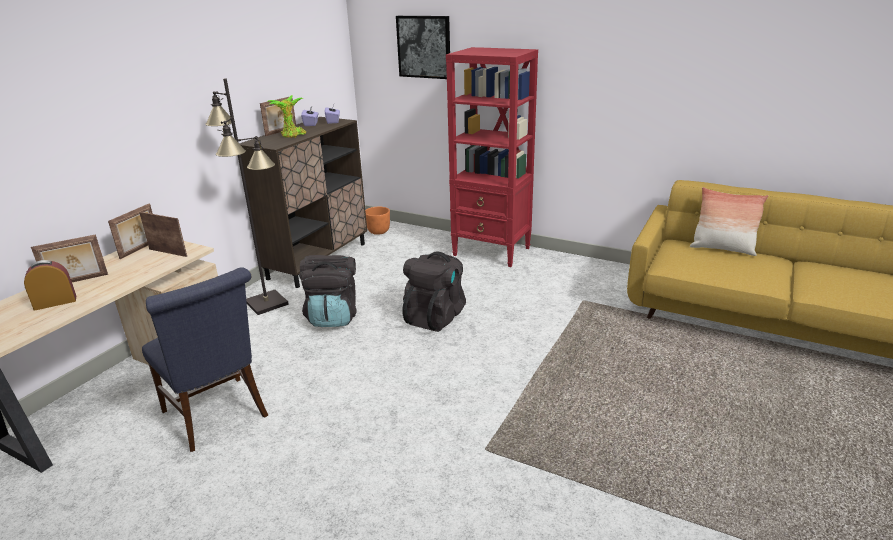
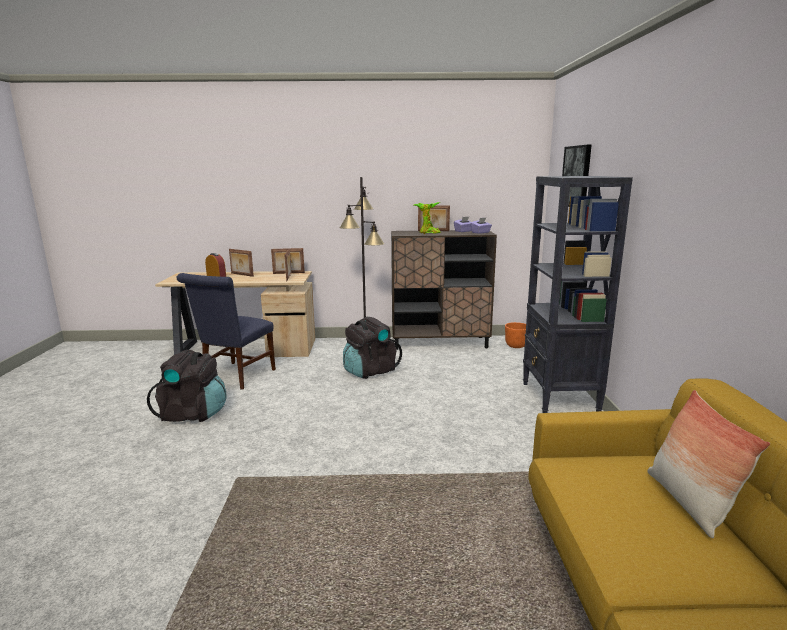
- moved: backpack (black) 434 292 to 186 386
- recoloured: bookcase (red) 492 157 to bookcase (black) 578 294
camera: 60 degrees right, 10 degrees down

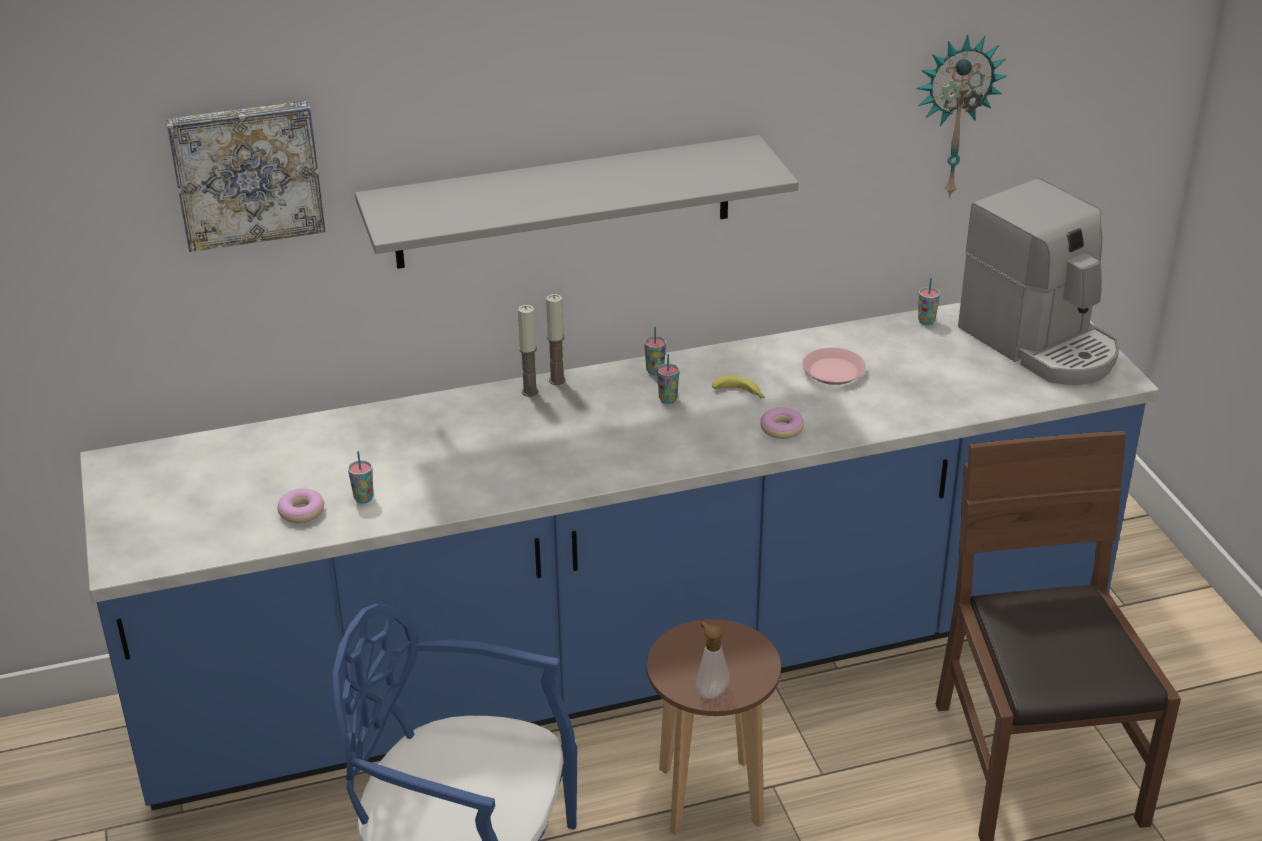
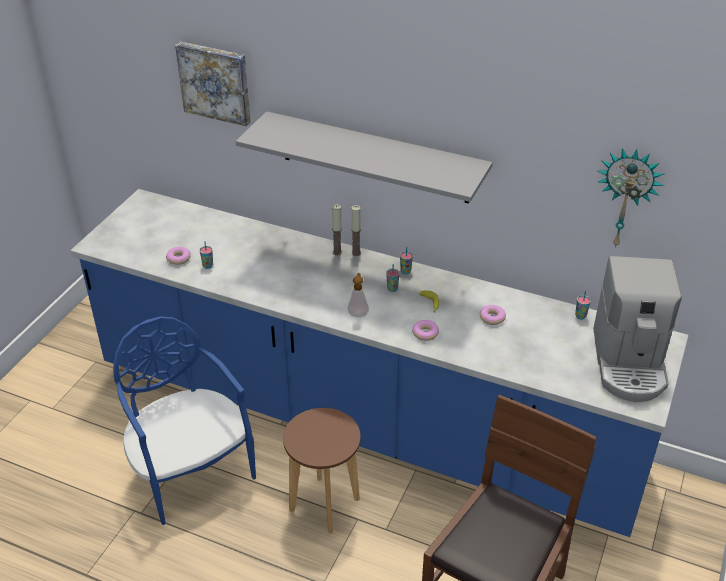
- moved: soap dispenser 712 660 to 358 295
- replaced: plate (pink) 834 366 to donut 493 315
camera: 40 degrees right, 5 degrees up

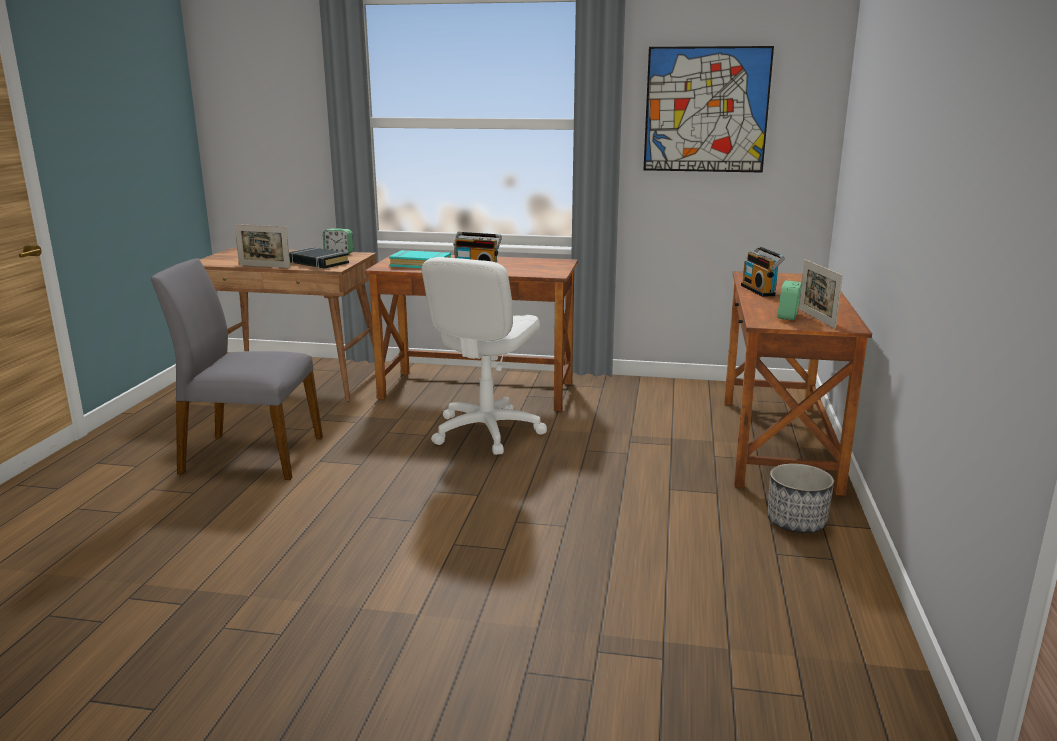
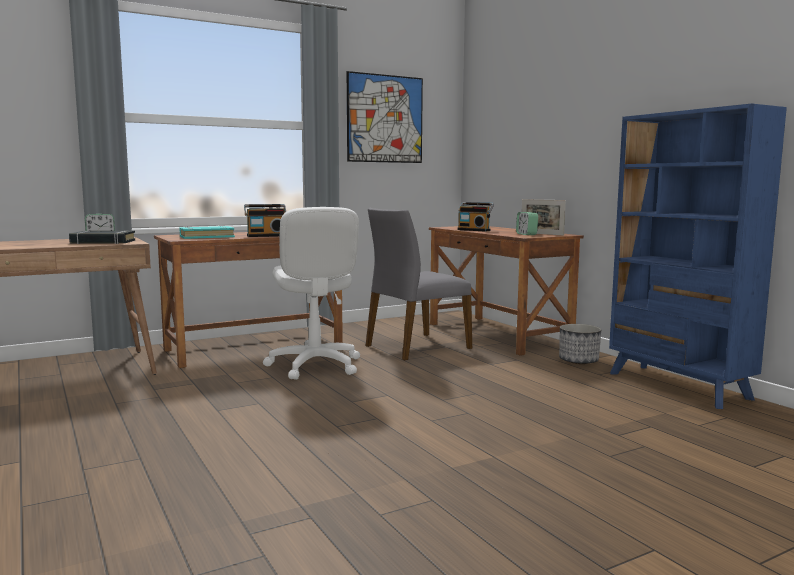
- moved: chair (grey) 237 369 to 419 284
- added: bookcase (blue) 698 256
- removed: picture frame 263 246
camera: 40 degrees left, 10 degrees down

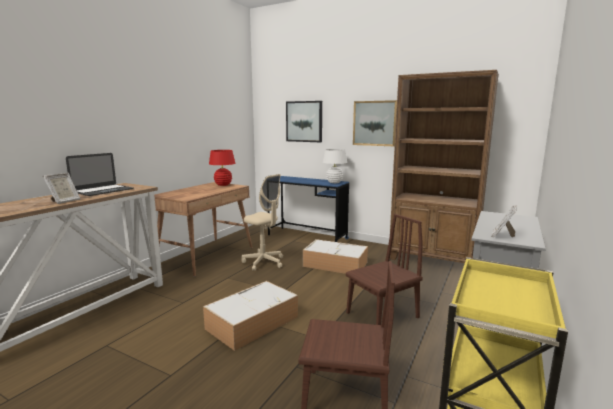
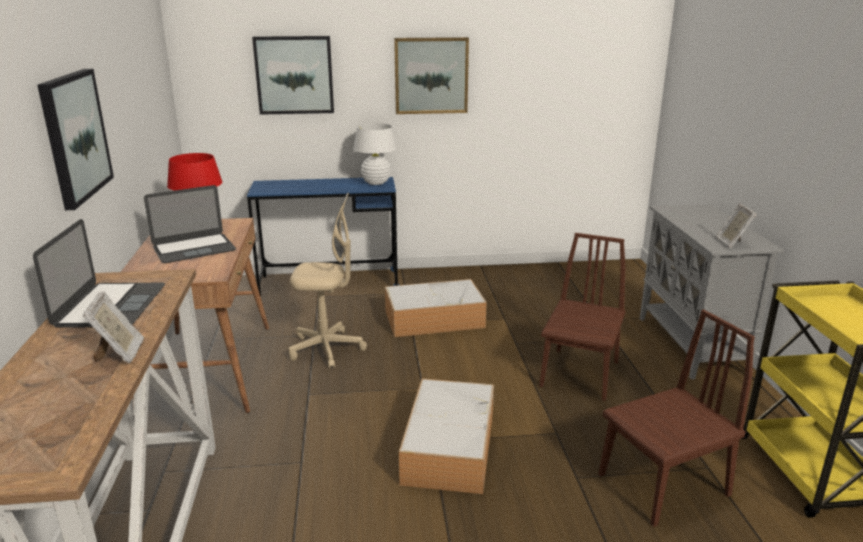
- added: picture 75 139
- added: laptop 190 224
- removed: bookcase (brown) 444 166
camera: 35 degrees left, 10 degrees up

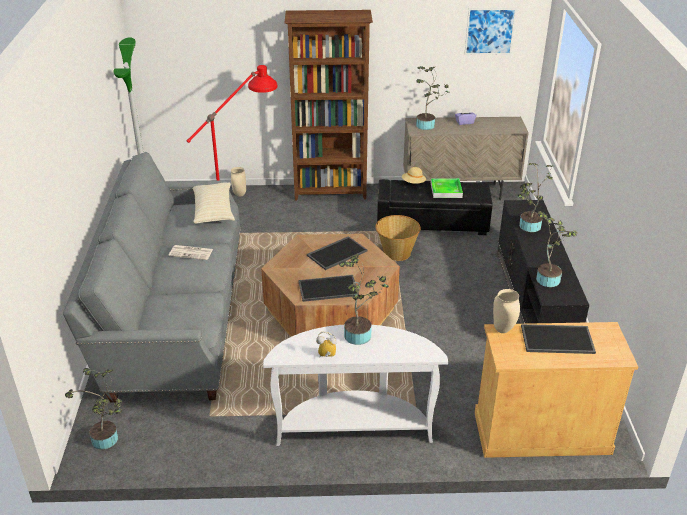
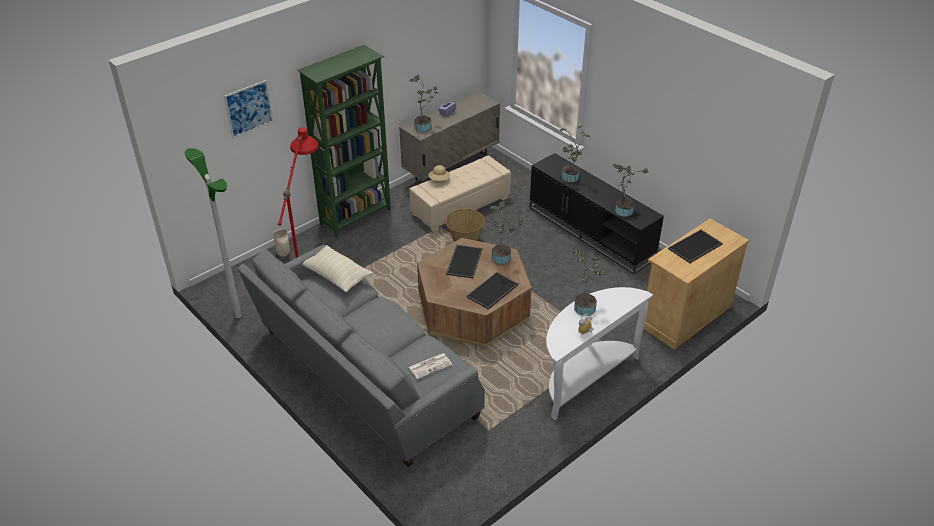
- moved: picture 490 31 to 249 109
- recoloured: bookcase (brown) 329 105 to bookcase (green) 344 141
- recoloured: ottoman (black) 435 207 to ottoman (beige) 460 193
- moved: newspaper 191 252 to 430 366
- moved: potted plant 93 408 to 507 232
- removed: tray 447 188
- removed: vase (beige) 506 311
camera: 40 degrees left, 5 degrees up

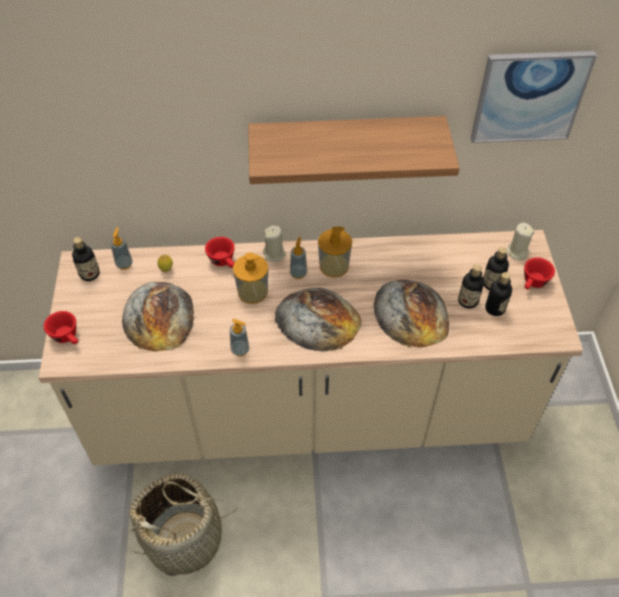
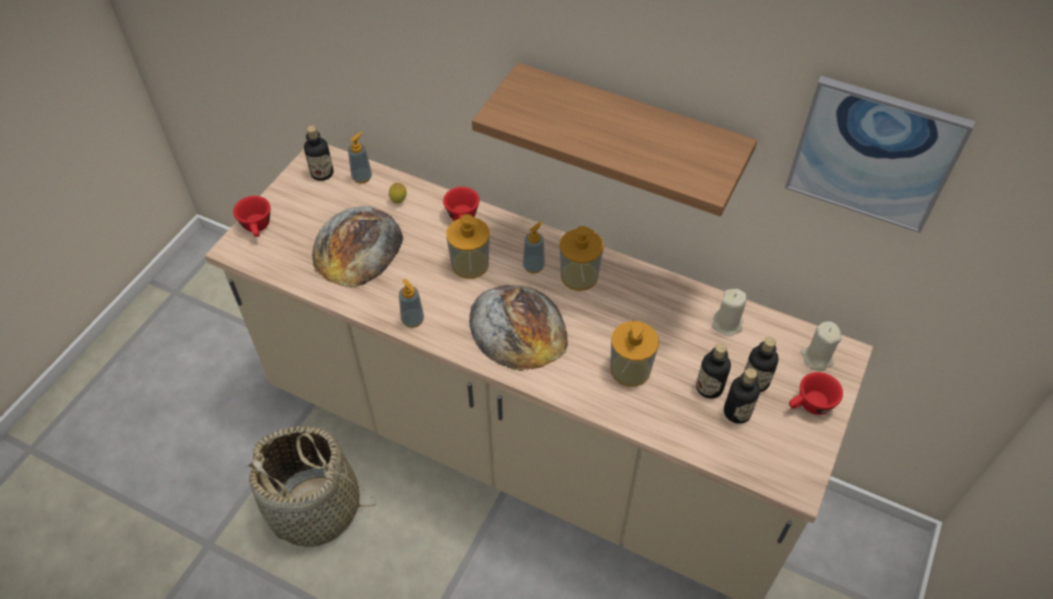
- replaced: bread 411 313 to soap dispenser 634 354
- moved: candle (beige) 274 244 to 729 312
camera: 30 degrees right, 0 degrees up

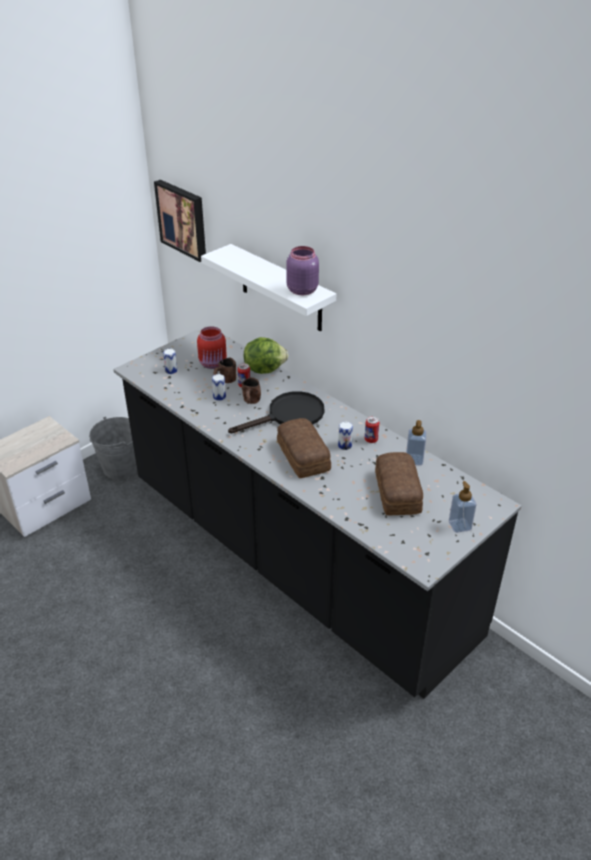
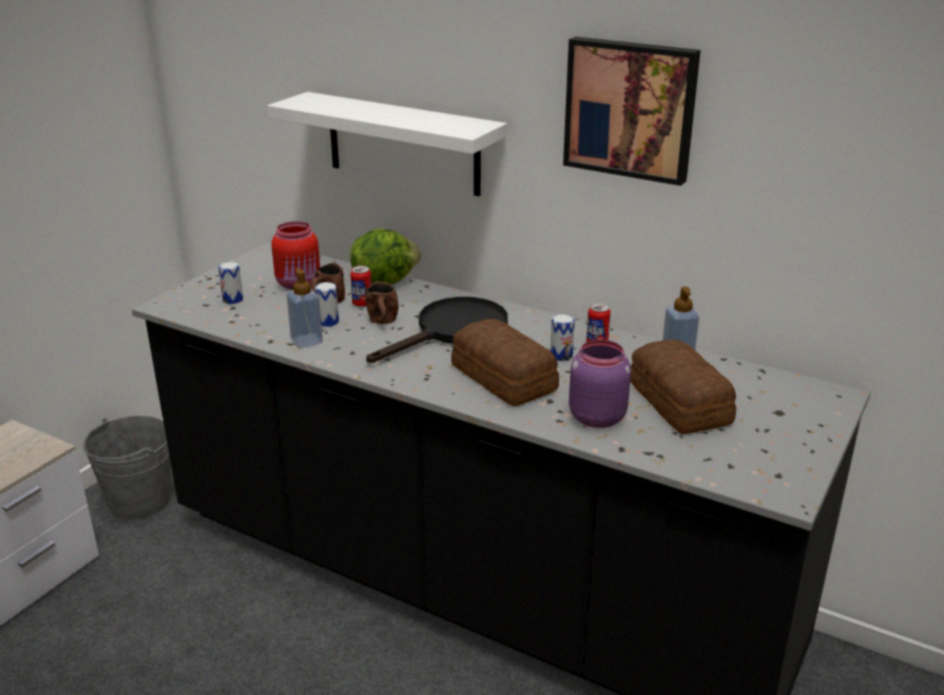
- moved: soap dispenser 462 507 to 305 308
- moved: picture 180 221 to 632 111
- moved: jar (purple) 302 270 to 600 383
camera: 15 degrees left, 10 degrees down

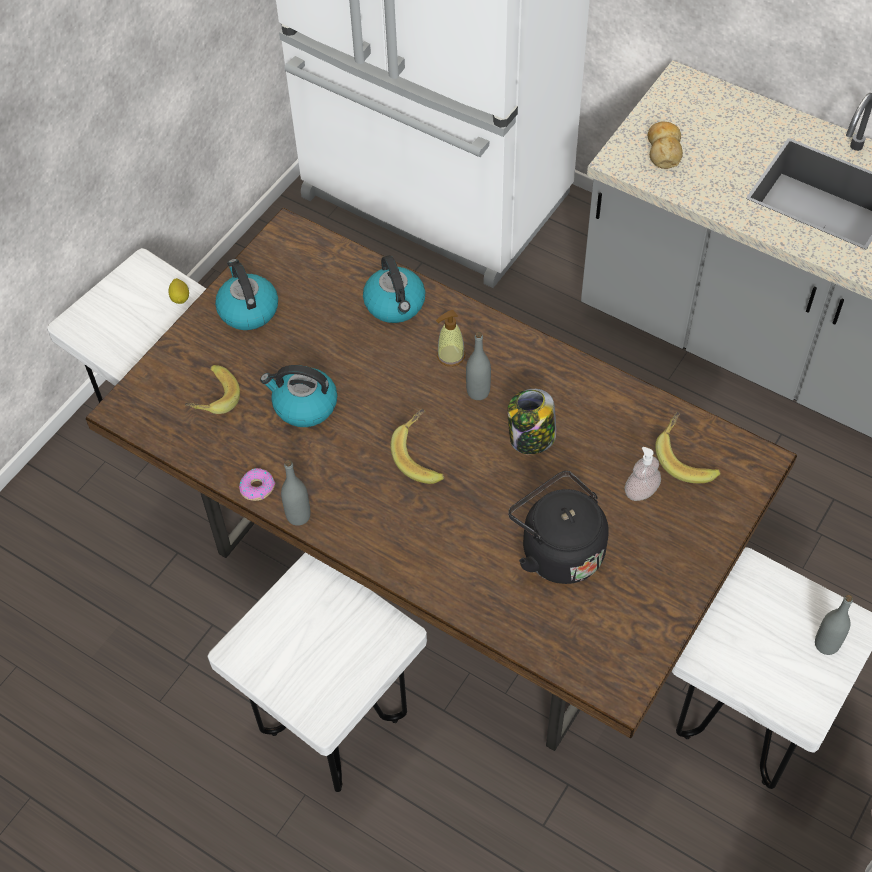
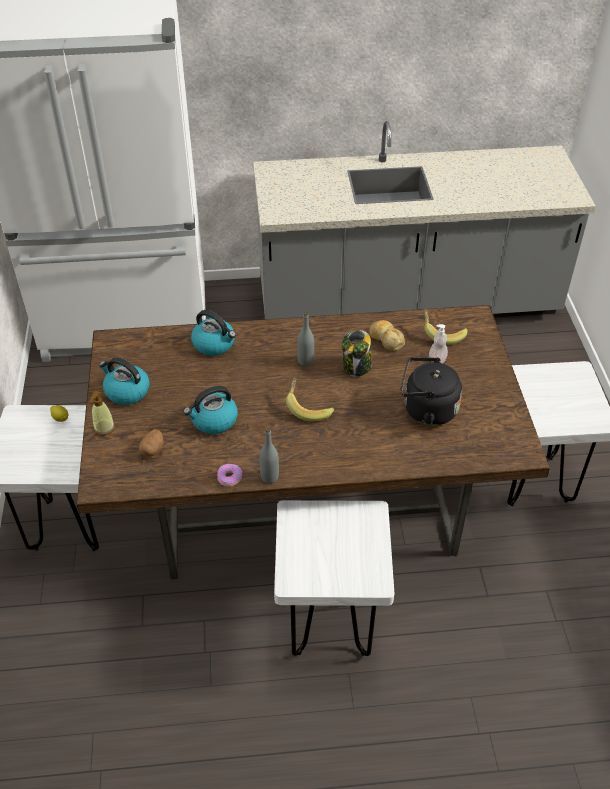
- moved: soap dispenser 450 338 to 102 413
- replaced: banana 212 389 to potato 151 442
- moved: bread 665 145 to 387 335
- removed: bottle (grey) 834 625
camera: 40 degrees left, 10 degrees down

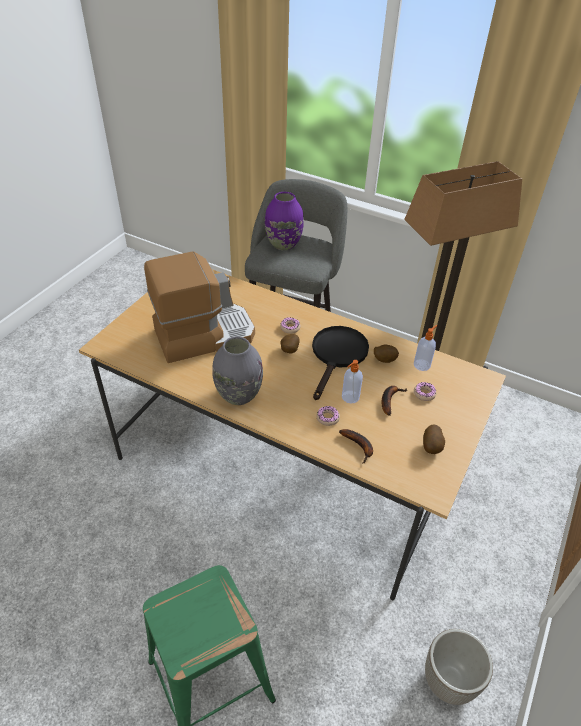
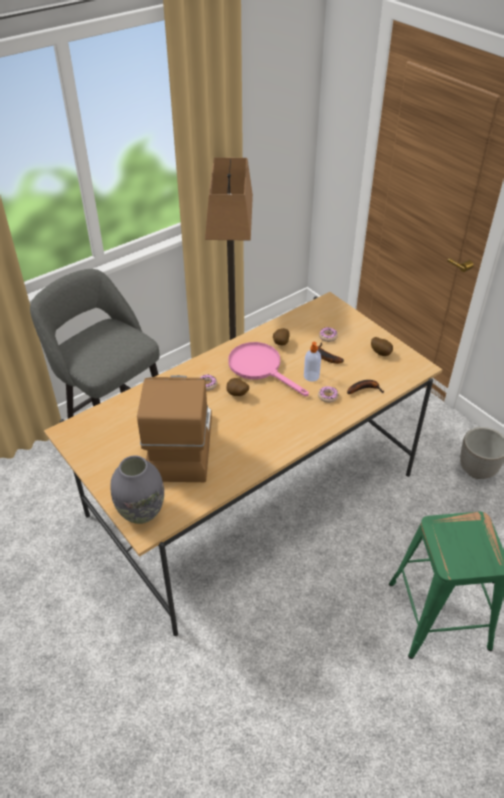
- moved: vase (grey) 237 370 to 137 489
- recoloured: frying pan (black) 340 363 to frying pan (pink) 268 369
- removed: vase (purple) 284 221
- removed: soap dispenser 425 348
camera: 65 degrees left, 0 degrees up

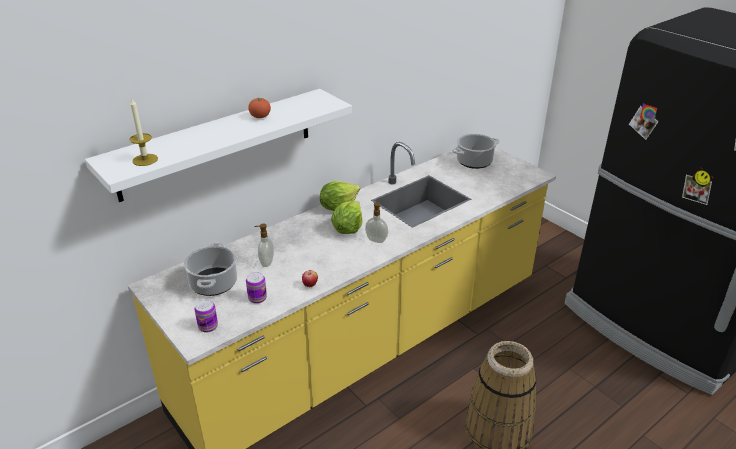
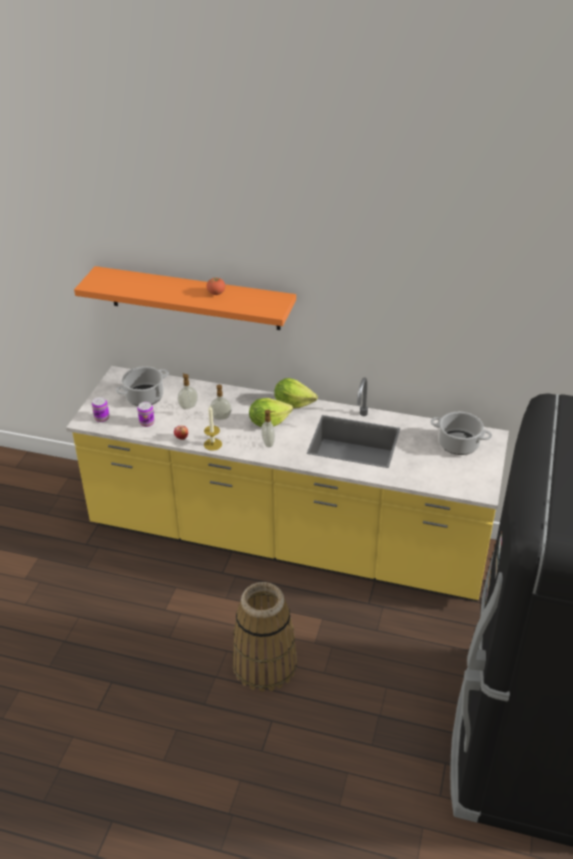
- recoloured: shelf (white) 218 145 to shelf (orange) 185 298
- moved: candle 144 132 to 213 428
- added: soap dispenser 221 402
camera: 55 degrees right, 5 degrees up

